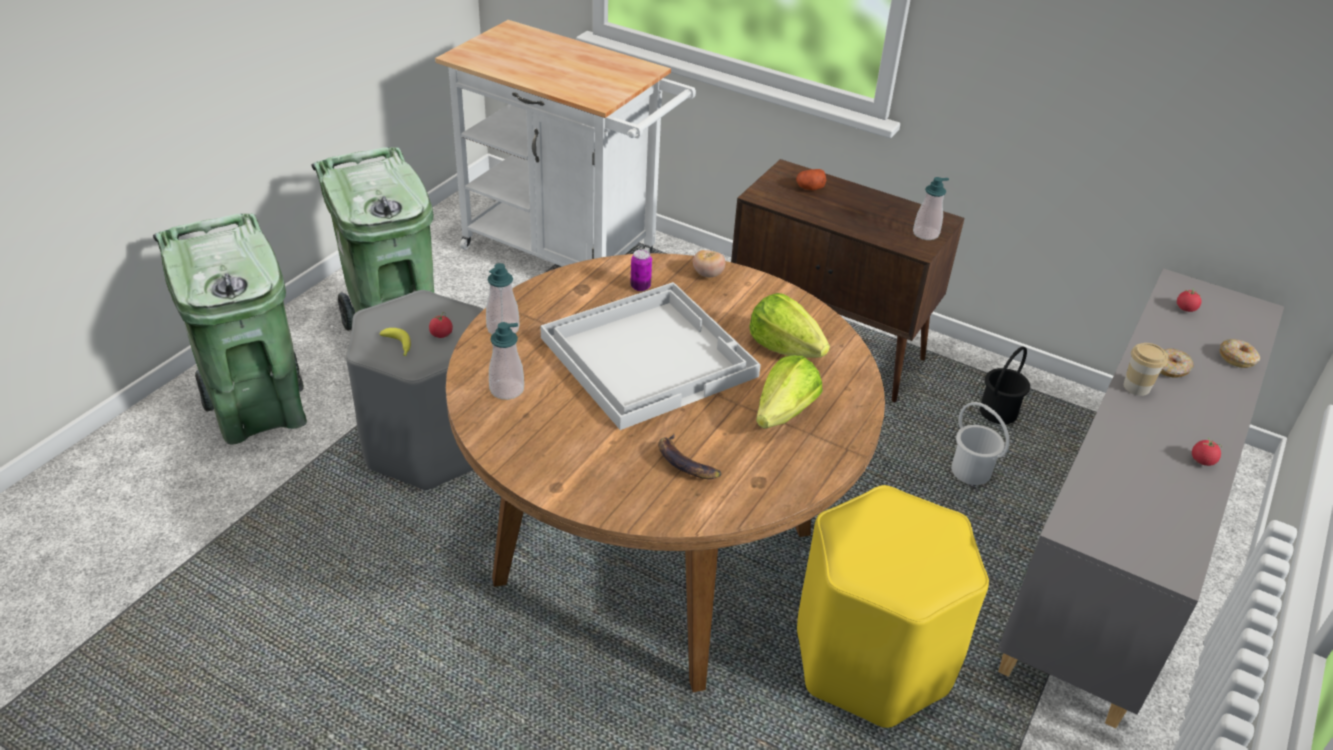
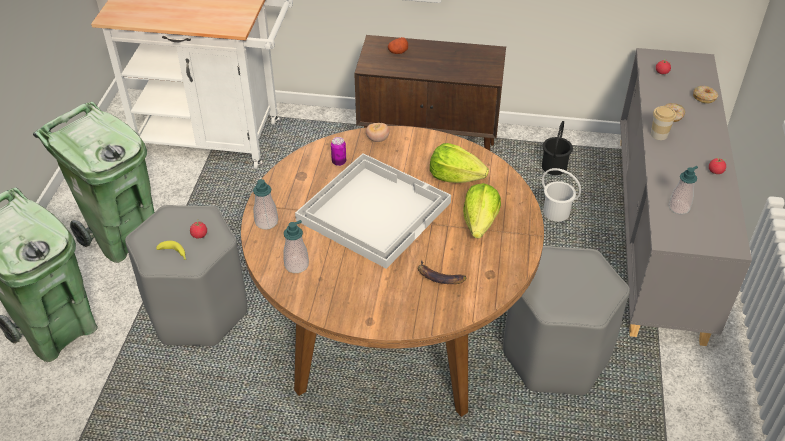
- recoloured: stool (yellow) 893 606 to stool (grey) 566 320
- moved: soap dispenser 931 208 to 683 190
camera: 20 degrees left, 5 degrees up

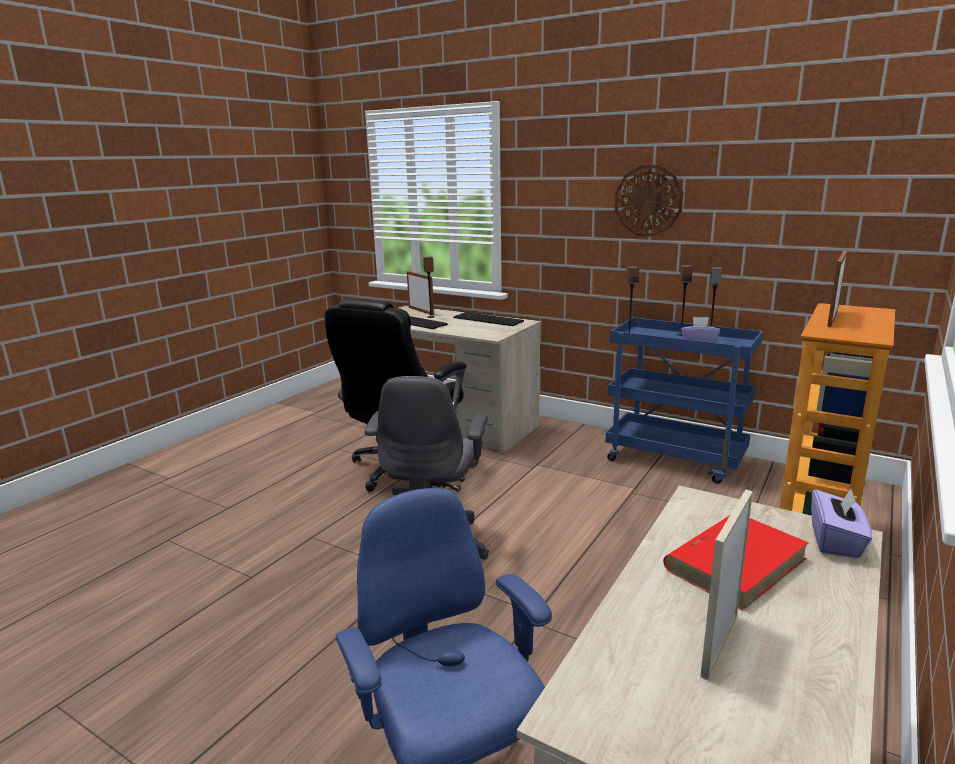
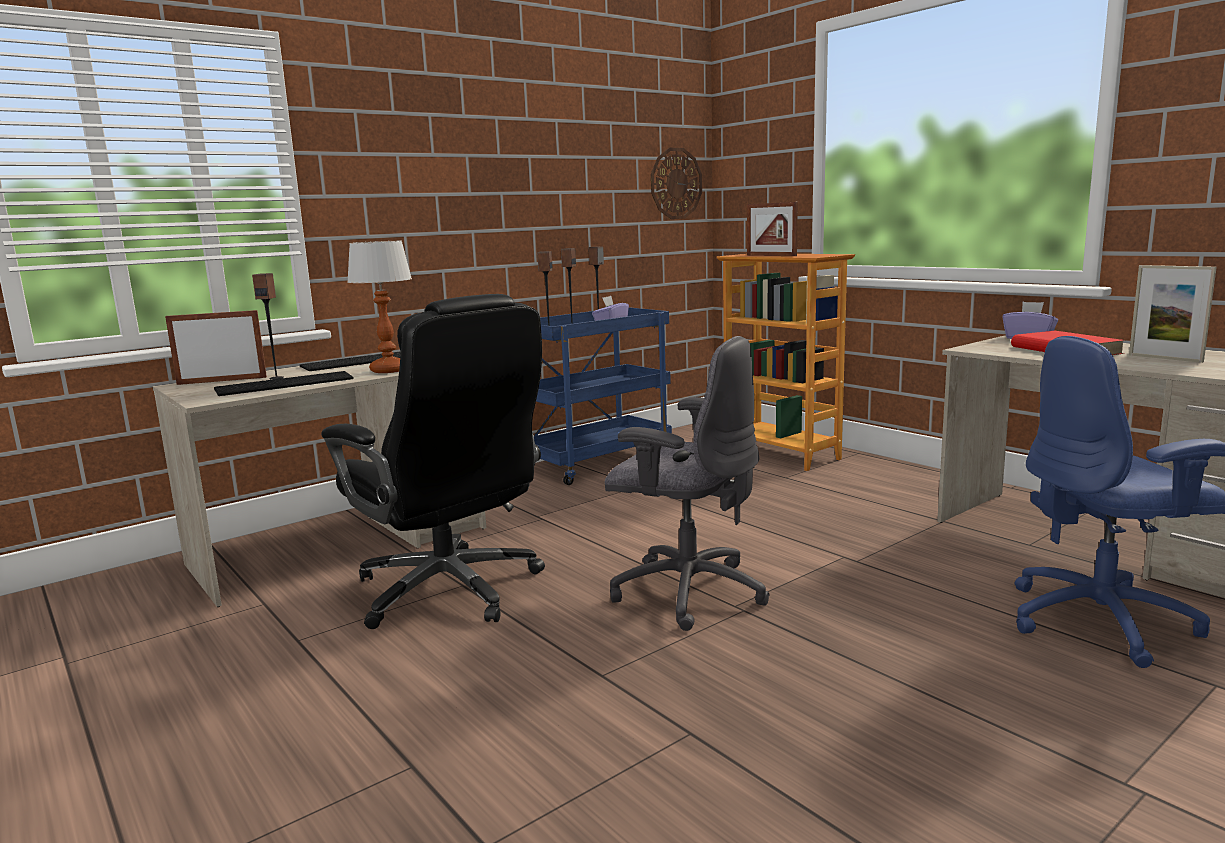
- added: table lamp 379 307
- moved: wall clock 649 200 to 676 183
camera: 70 degrees left, 5 degrees down

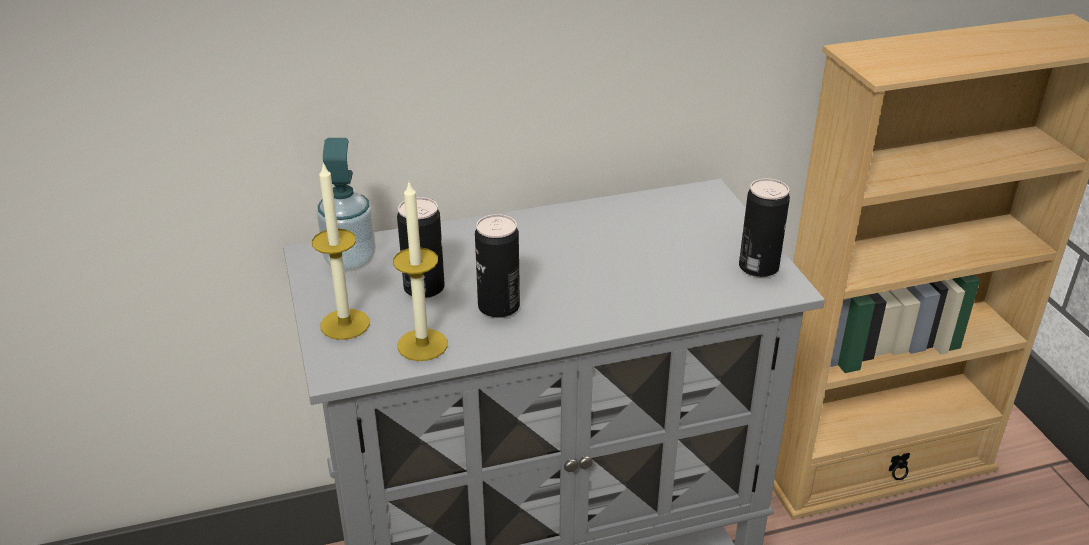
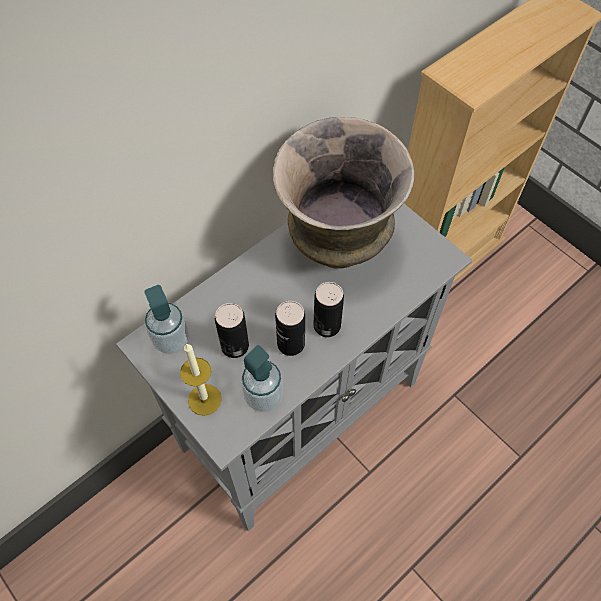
- replaced: candle 420 270 to soap dispenser 262 378
- added: vase 344 193
- moved: can 764 227 to 328 309
camera: 25 degrees left, 25 degrees up

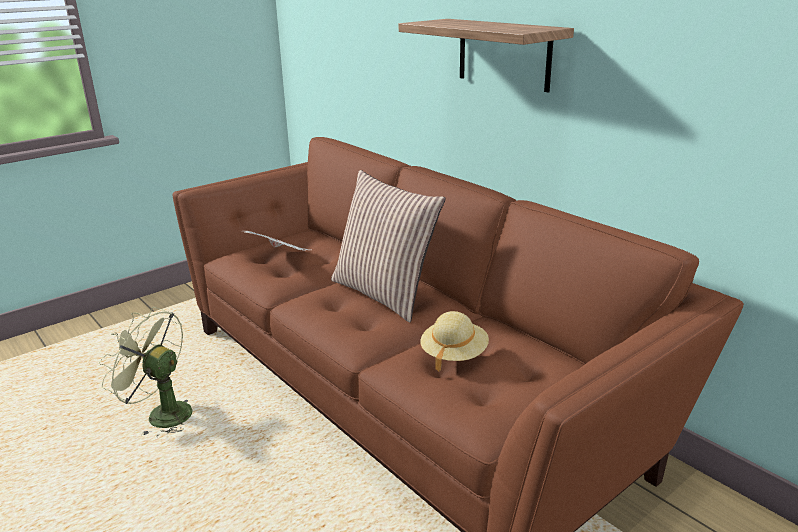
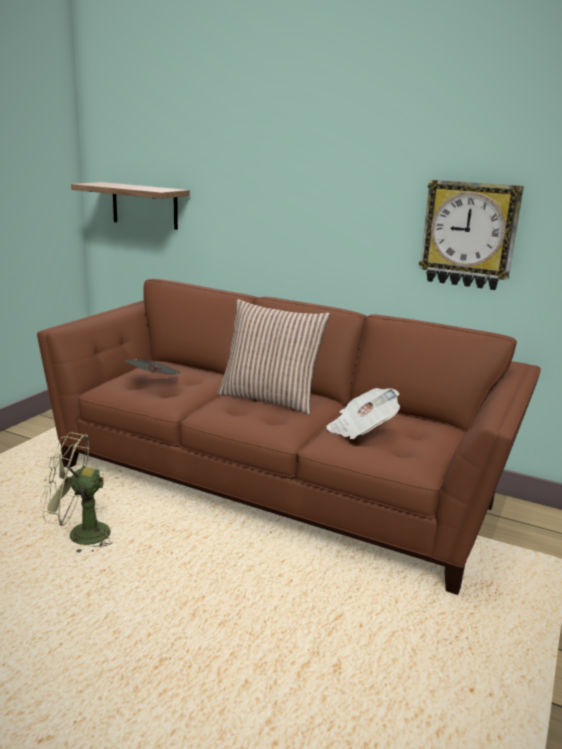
- moved: shelf 486 55 to 130 206
- replaced: hat (beige) 454 341 to newspaper 363 413
- added: wall clock 471 234
camera: 25 degrees left, 5 degrees down

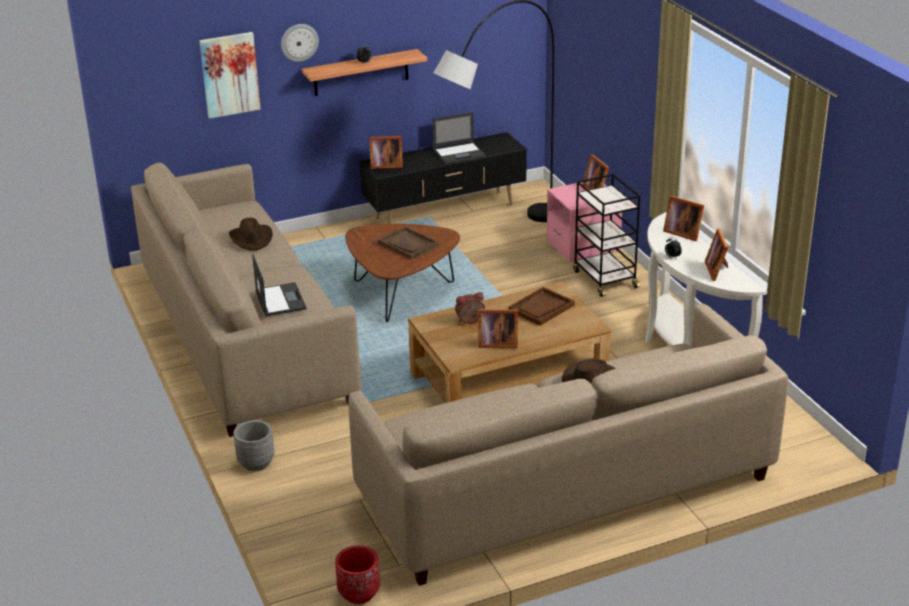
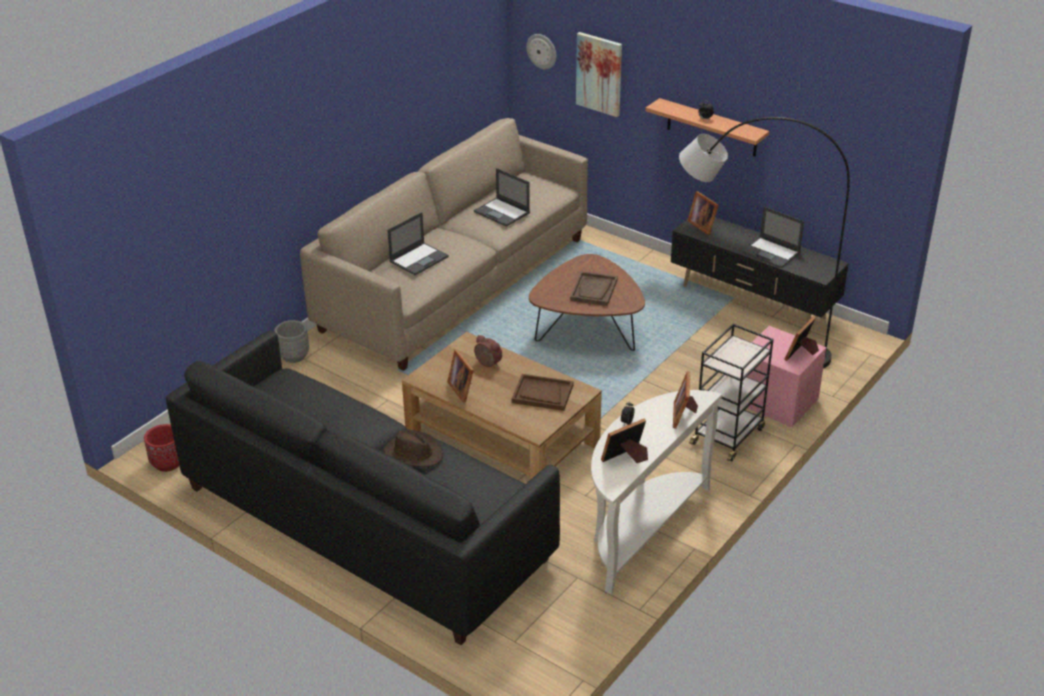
- recoloured: sofa (beige) 568 445 to sofa (black) 363 487
- replaced: hat (brown) 251 234 to laptop 502 197
- moved: wall clock 300 43 to 541 51
camera: 60 degrees right, 5 degrees up

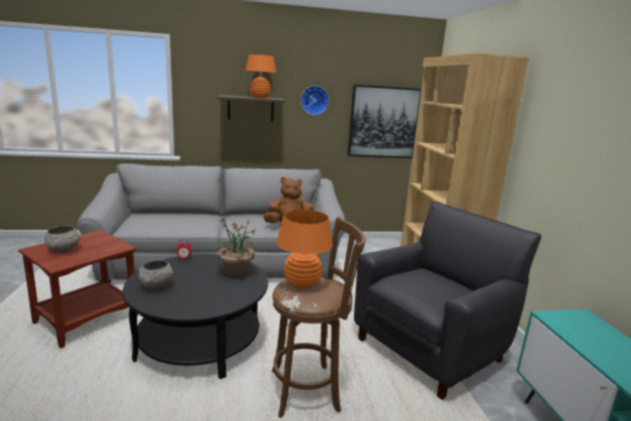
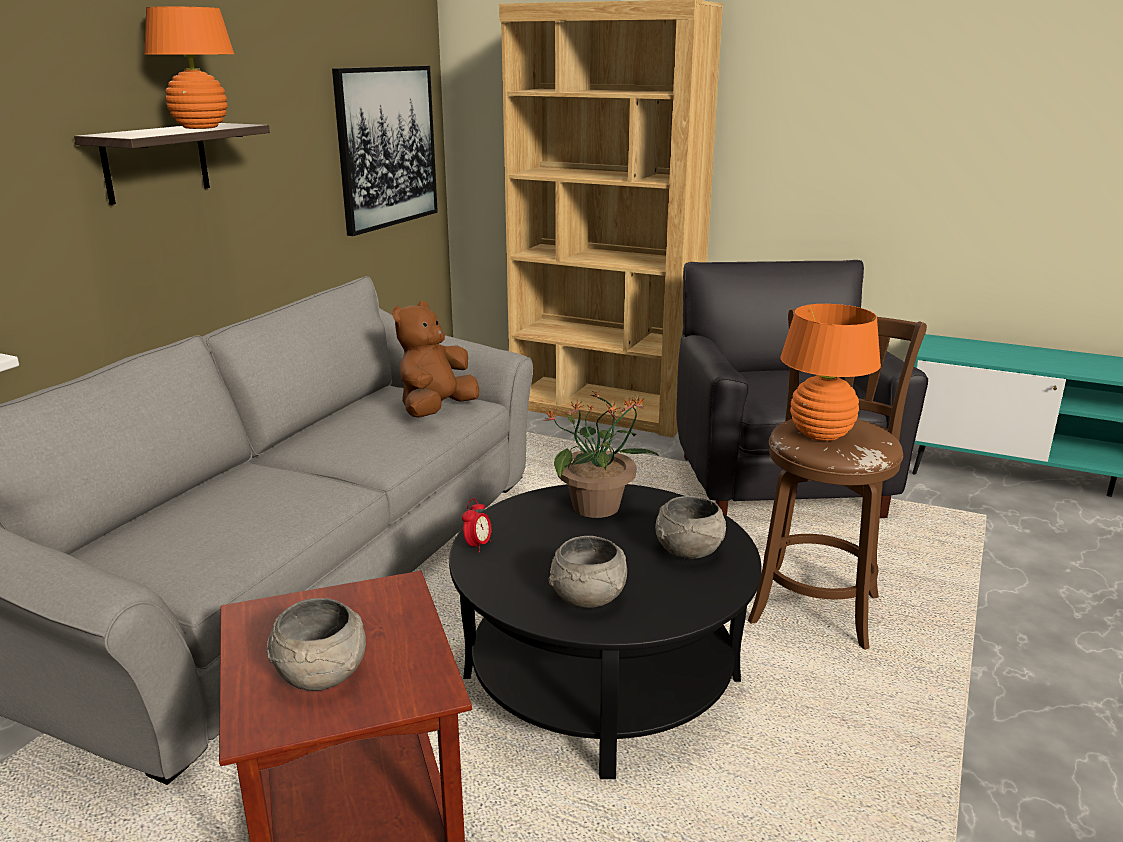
- added: bowl (grey) 690 527
- removed: wall clock 315 100
camera: 55 degrees left, 5 degrees up

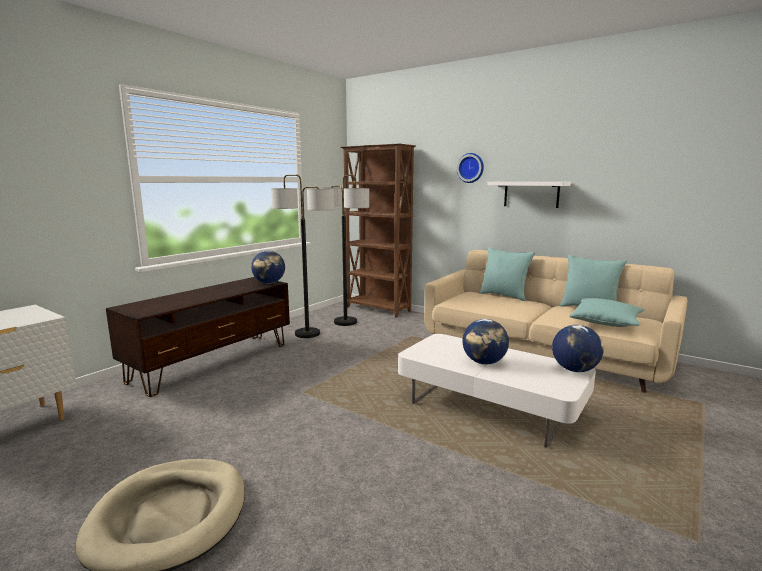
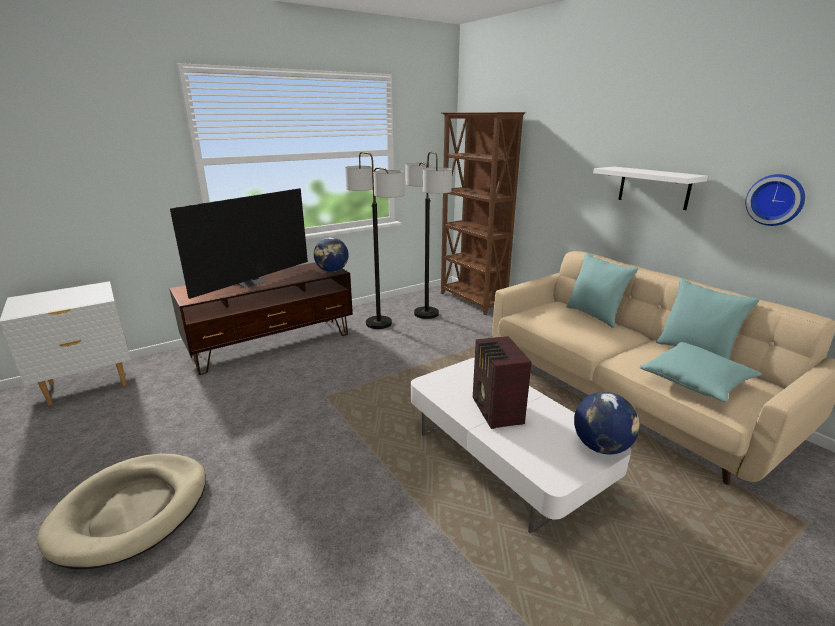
- added: television 239 243
- replaced: globe 485 341 to radio 502 382
- moved: wall clock 470 168 to 775 200
camera: 20 degrees right, 10 degrees up

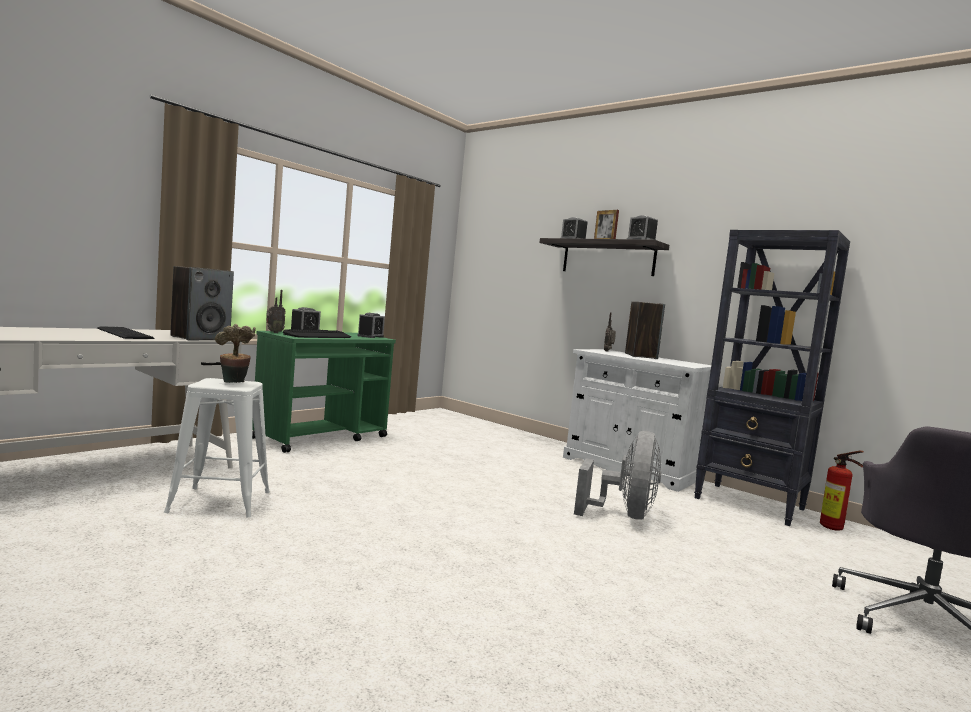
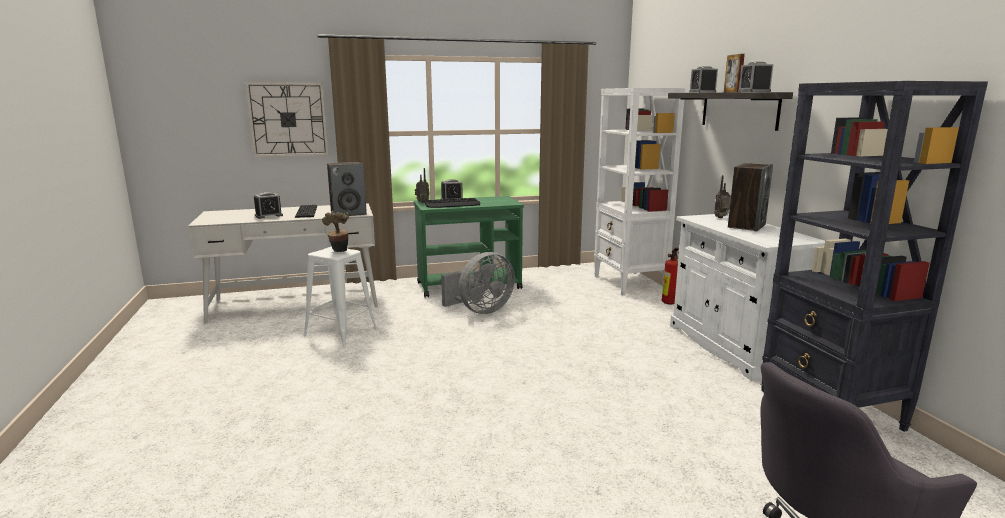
- added: wall clock 287 119
- moved: alarm clock 371 325 to 268 205
- moved: fan (grey) 617 475 to 478 283
- added: bookcase (white) 639 192
- moved: fire extinguisher 841 491 to 670 276
camera: 35 degrees right, 10 degrees up

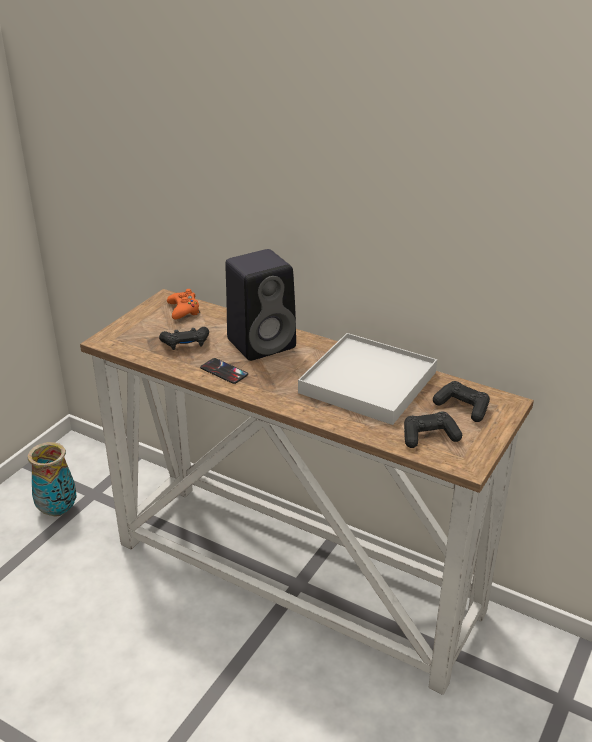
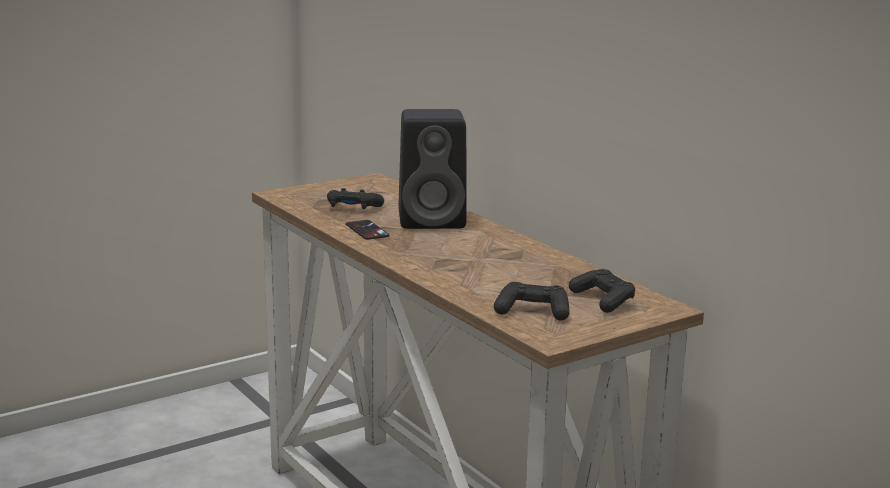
- removed: vase 52 479
- removed: game controller (orange) 183 304
- removed: tray (white) 367 379
camera: 25 degrees right, 15 degrees down

